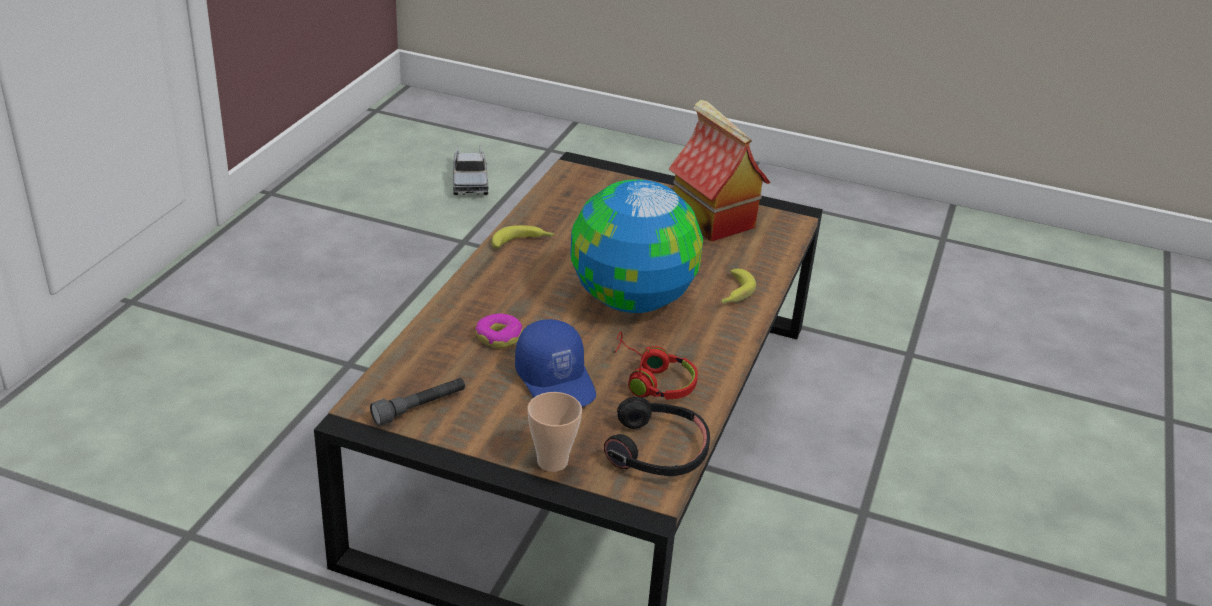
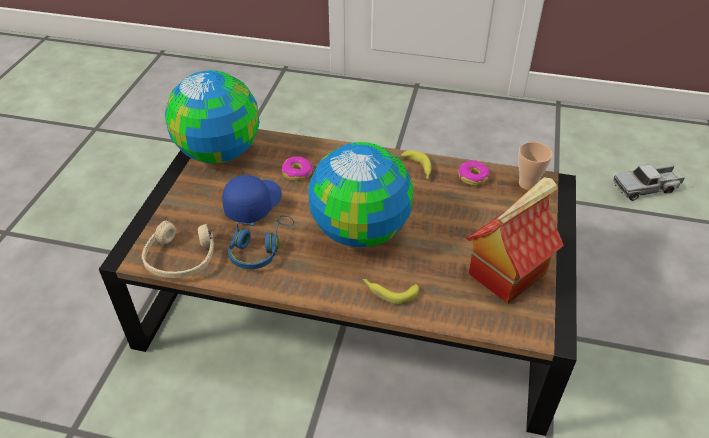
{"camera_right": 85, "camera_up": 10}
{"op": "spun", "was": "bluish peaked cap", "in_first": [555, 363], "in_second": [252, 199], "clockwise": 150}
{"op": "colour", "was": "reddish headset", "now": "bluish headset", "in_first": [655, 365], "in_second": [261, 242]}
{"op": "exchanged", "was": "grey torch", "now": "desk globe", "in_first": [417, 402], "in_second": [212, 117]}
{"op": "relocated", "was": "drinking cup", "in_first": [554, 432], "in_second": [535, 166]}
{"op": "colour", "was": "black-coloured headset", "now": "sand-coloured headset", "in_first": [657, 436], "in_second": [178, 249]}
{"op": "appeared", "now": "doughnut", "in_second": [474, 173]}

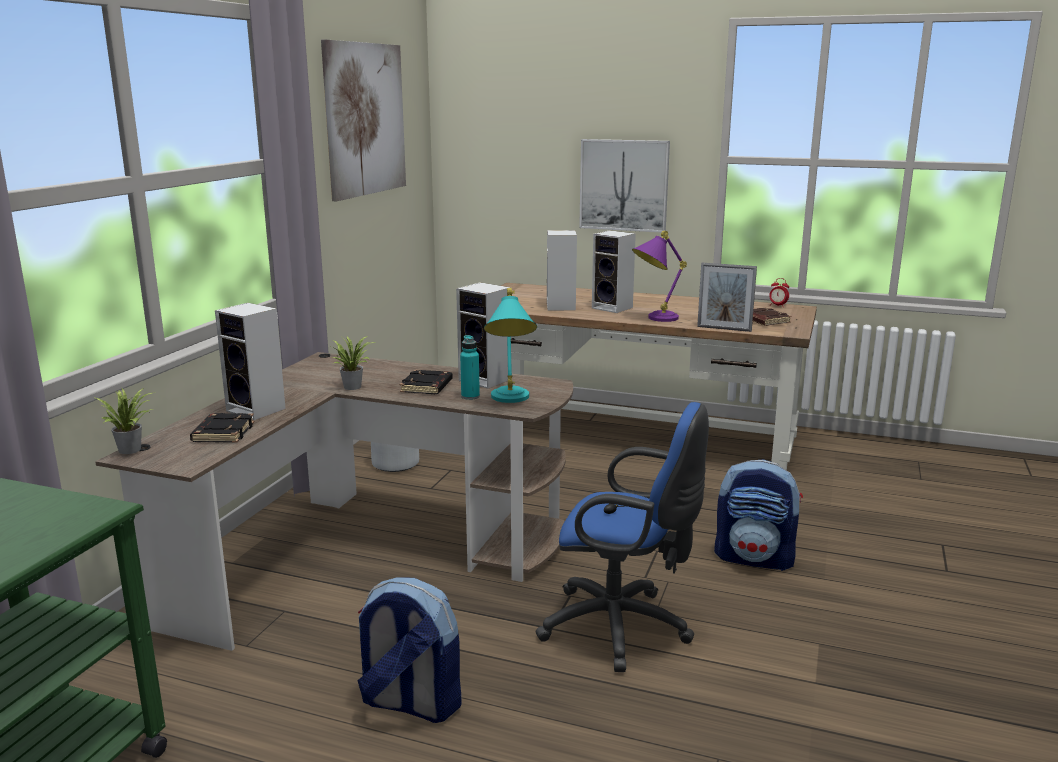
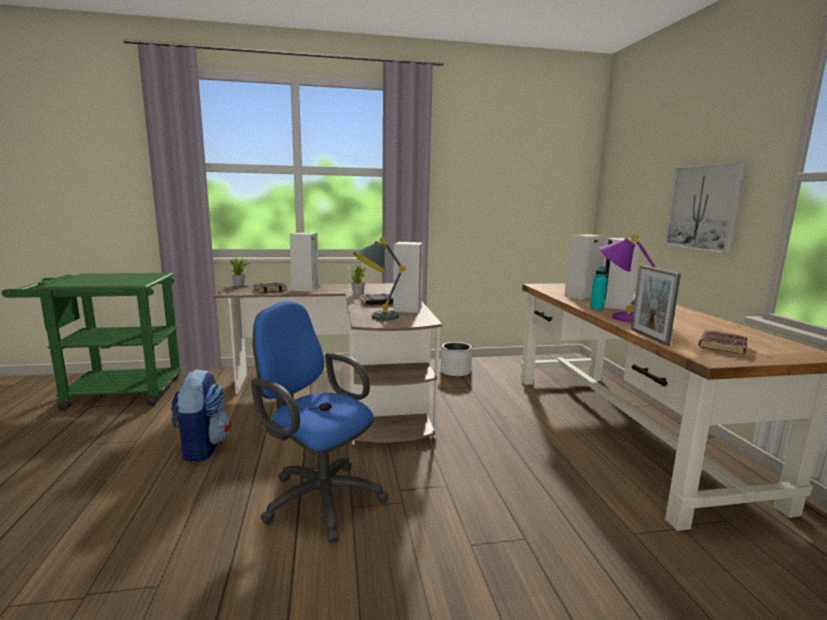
{"camera_right": 60, "camera_up": -5}
{"op": "missing", "was": "picture", "in_first": [363, 120]}
{"op": "missing", "was": "table clock", "in_first": [779, 292]}
{"op": "colour", "was": "turquoise-coloured tabletop lamp", "now": "grey tabletop lamp", "in_first": [510, 345], "in_second": [379, 278]}
{"op": "relocated", "was": "turquoise-coloured drink bottle", "in_first": [470, 367], "in_second": [598, 288]}
{"op": "spun", "was": "bluish desk chair", "in_first": [622, 537], "in_second": [319, 422], "clockwise": 135}
{"op": "missing", "was": "backpack", "in_first": [758, 515]}

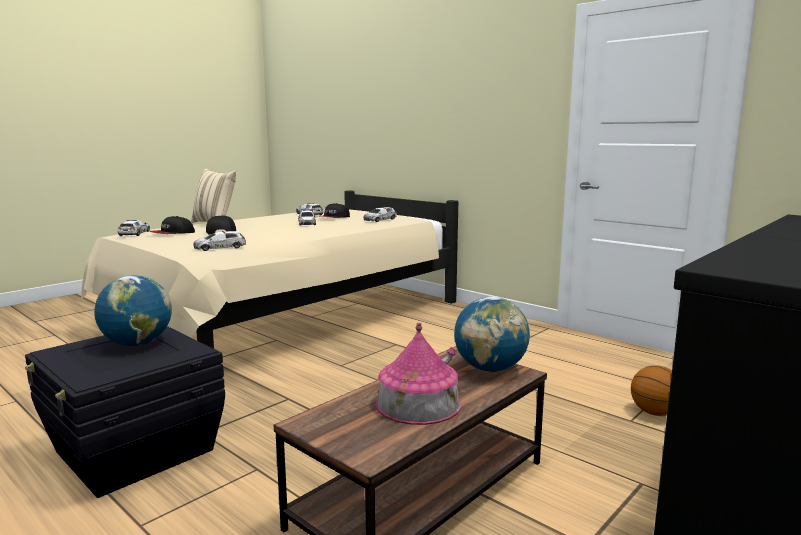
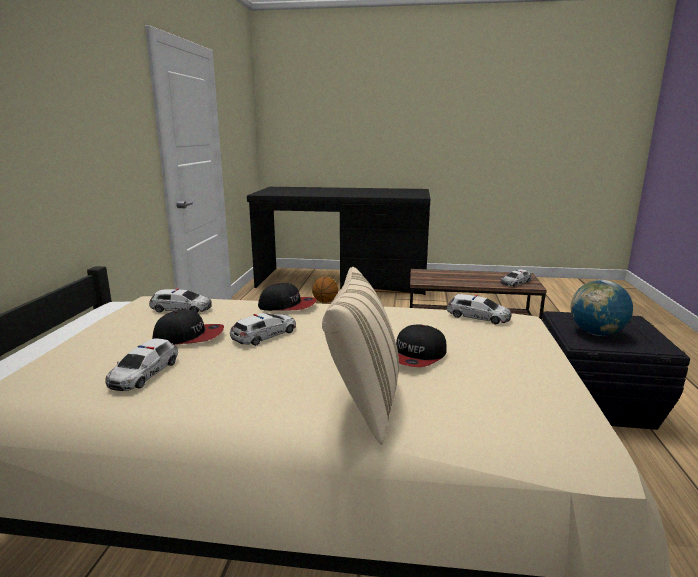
{"camera_right": -125, "camera_up": 5}
{"op": "relocated", "was": "peaked cap", "in_first": [172, 225], "in_second": [287, 297]}
{"op": "relocated", "was": "miniature car", "in_first": [134, 228], "in_second": [516, 278]}
{"op": "missing", "was": "desk globe", "in_first": [492, 334]}
{"op": "missing", "was": "toy house", "in_first": [418, 374]}

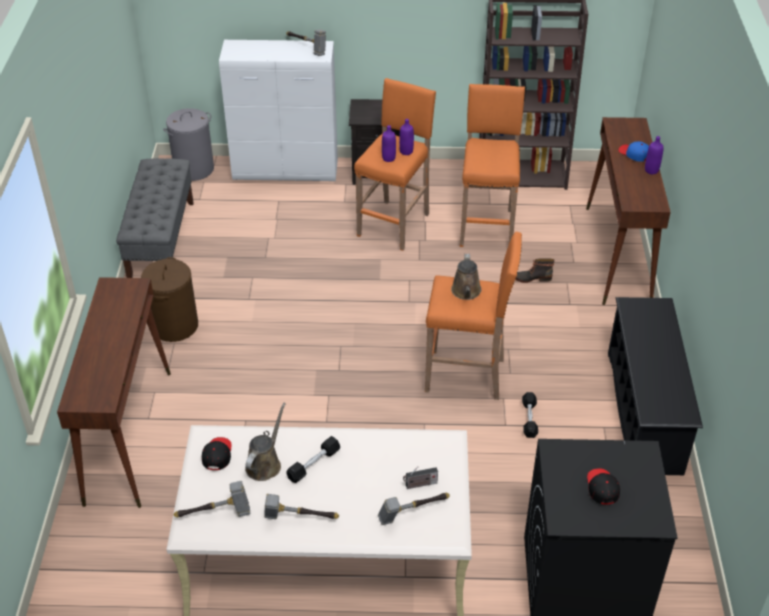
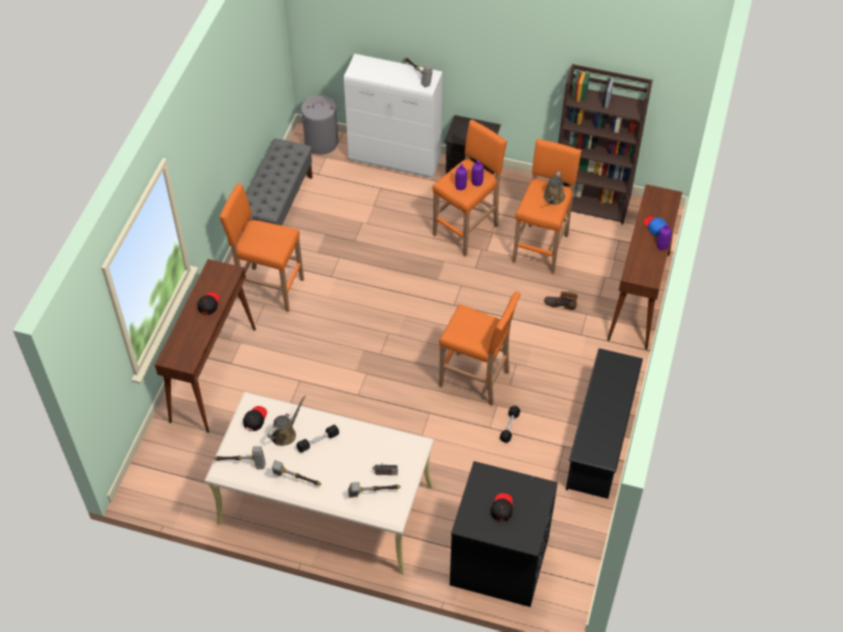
{"camera_right": 15, "camera_up": 10}
{"op": "relocated", "was": "brown-coloured watering can", "in_first": [466, 277], "in_second": [554, 188]}
{"op": "exchanged", "was": "brown-coloured laundry basket", "now": "orange-coloured sitting stool", "in_first": [169, 299], "in_second": [261, 247]}
{"op": "appeared", "now": "black-coloured peaked cap", "in_second": [208, 303]}

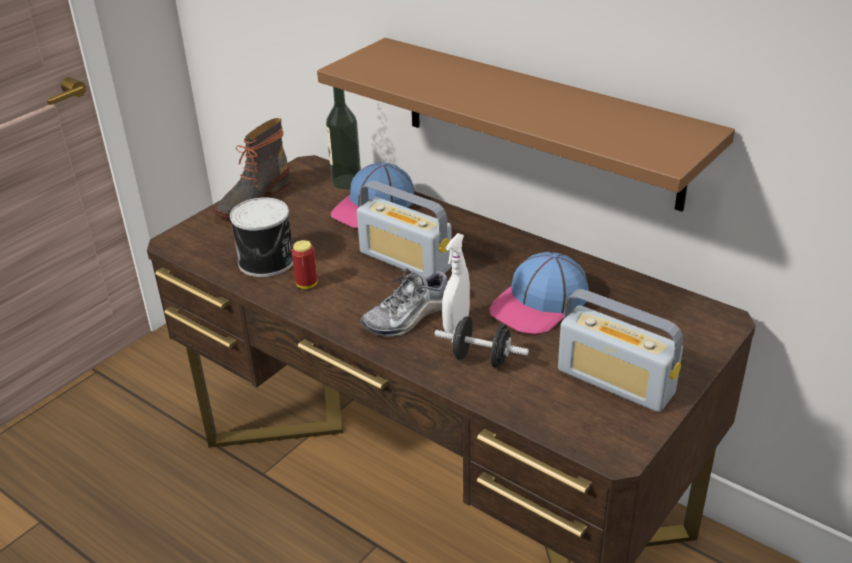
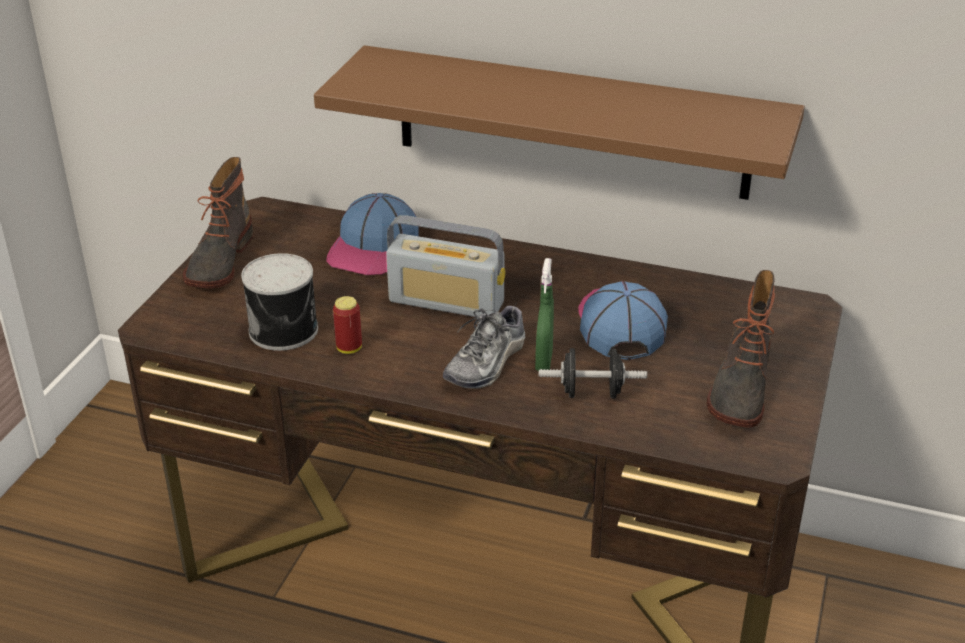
{"camera_right": -20, "camera_up": 0}
{"op": "missing", "was": "drink bottle", "in_first": [343, 138]}
{"op": "colour", "was": "whitish spray bottle", "now": "green-coloured spray bottle", "in_first": [456, 283], "in_second": [544, 314]}
{"op": "spun", "was": "peaked cap", "in_first": [539, 293], "in_second": [623, 320], "clockwise": 150}
{"op": "exchanged", "was": "radio receiver", "now": "boot", "in_first": [620, 350], "in_second": [741, 348]}

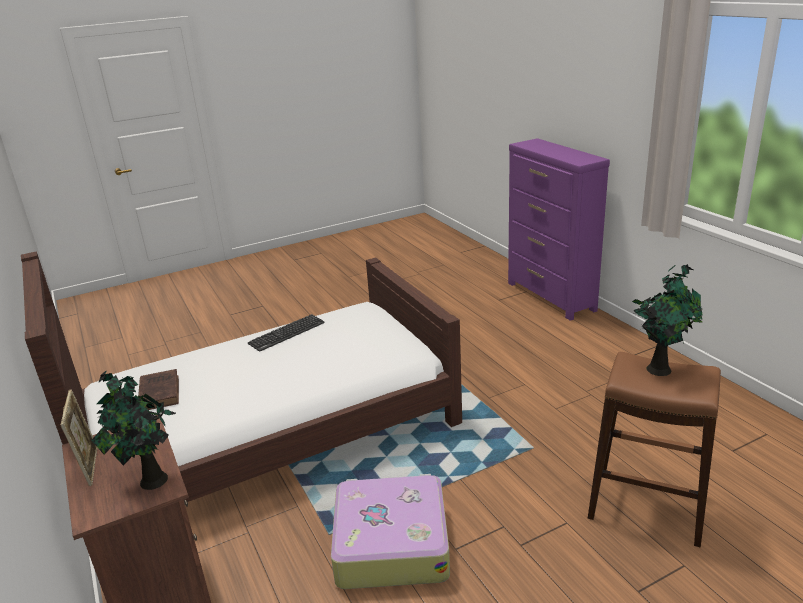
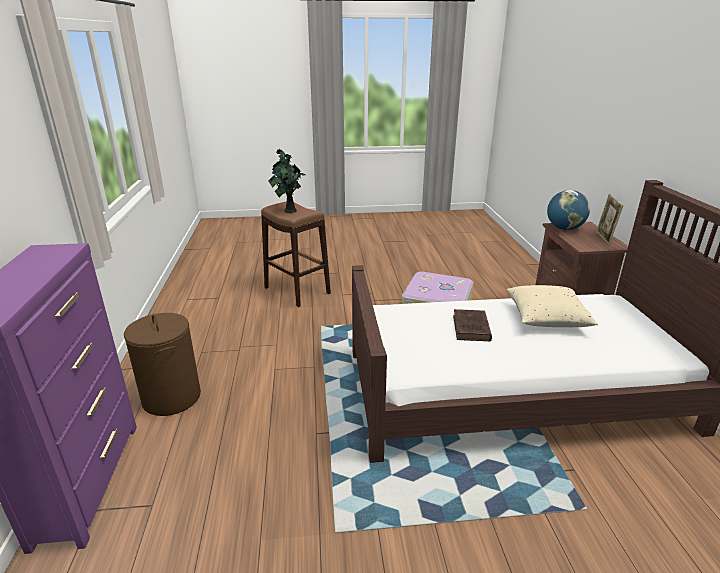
{"camera_right": -160, "camera_up": 0}
{"op": "missing", "was": "keyboard", "in_first": [286, 333]}
{"op": "relocated", "was": "brown-coloured bound book", "in_first": [158, 389], "in_second": [472, 325]}
{"op": "exchanged", "was": "plant in a pot", "now": "desk globe", "in_first": [133, 430], "in_second": [568, 210]}
{"op": "appeared", "now": "sand-coloured pillow", "in_second": [552, 306]}
{"op": "appeared", "now": "brown-coloured laundry basket", "in_second": [162, 364]}

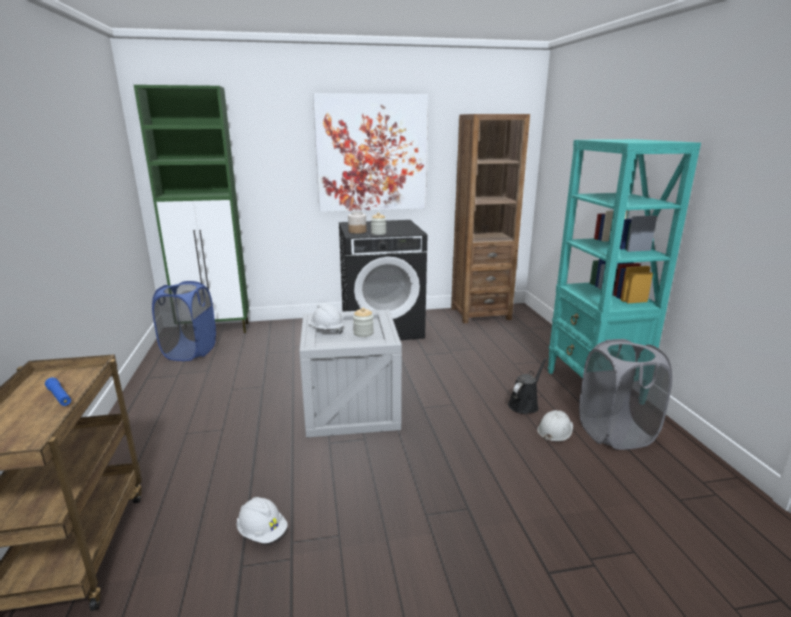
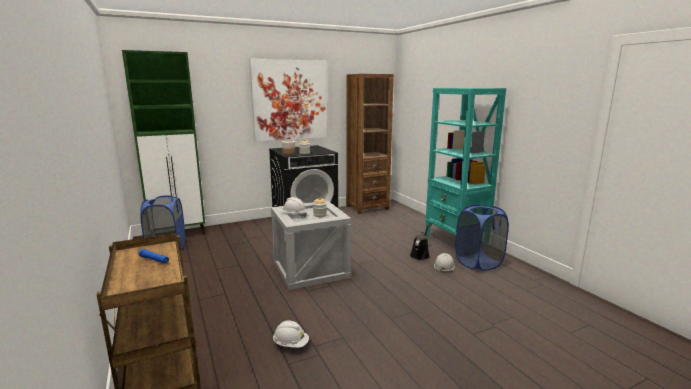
{"camera_right": -15, "camera_up": -5}
{"op": "colour", "was": "grey laundry basket", "now": "bluish laundry basket", "in_first": [626, 394], "in_second": [482, 238]}

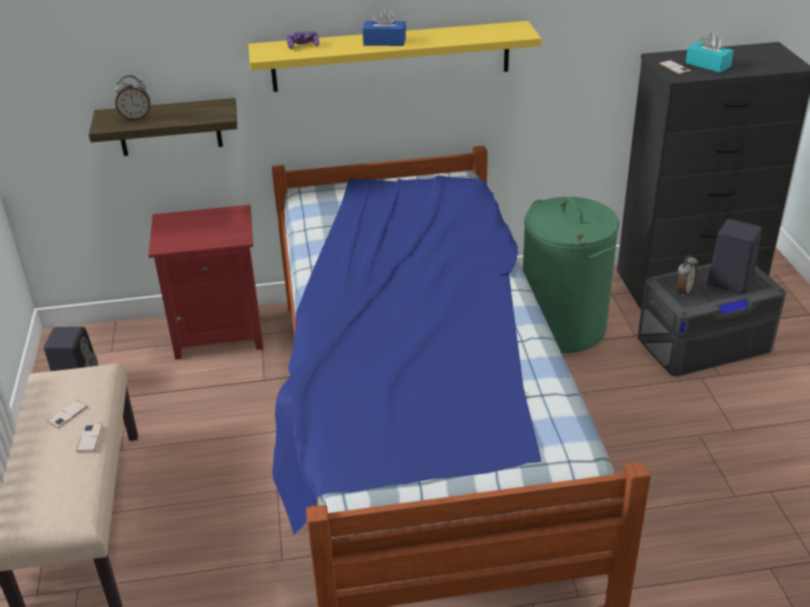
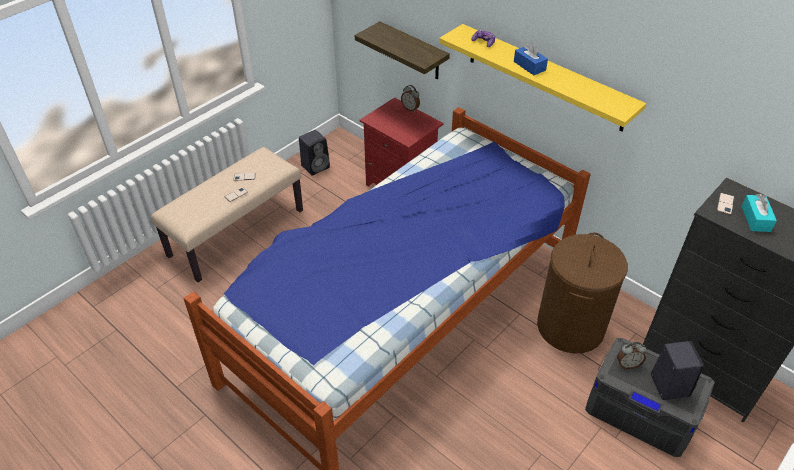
{"camera_right": 50, "camera_up": 10}
{"op": "relocated", "was": "table clock", "in_first": [132, 98], "in_second": [410, 98]}
{"op": "colour", "was": "green-coloured laundry basket", "now": "brown-coloured laundry basket", "in_first": [571, 275], "in_second": [582, 292]}

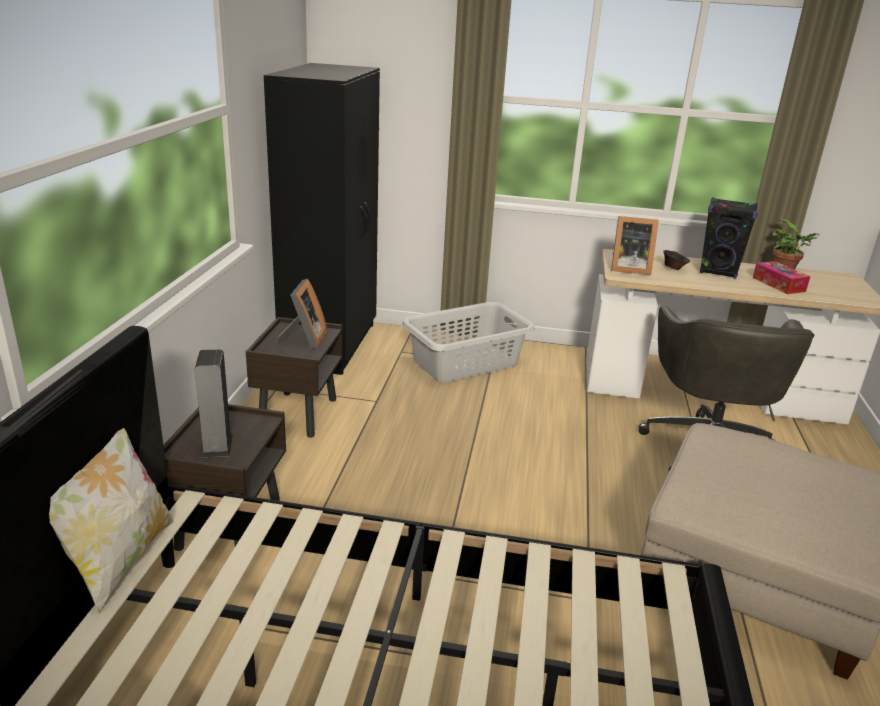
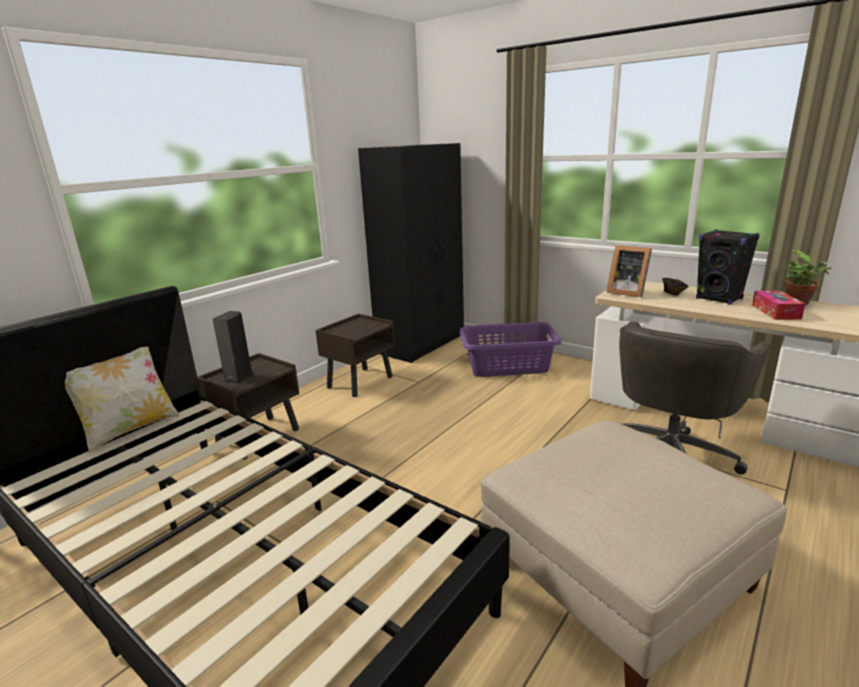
{"camera_right": 30, "camera_up": -5}
{"op": "missing", "was": "standing frame", "in_first": [301, 314]}
{"op": "colour", "was": "grey laundry basket", "now": "purple laundry basket", "in_first": [468, 342], "in_second": [510, 349]}

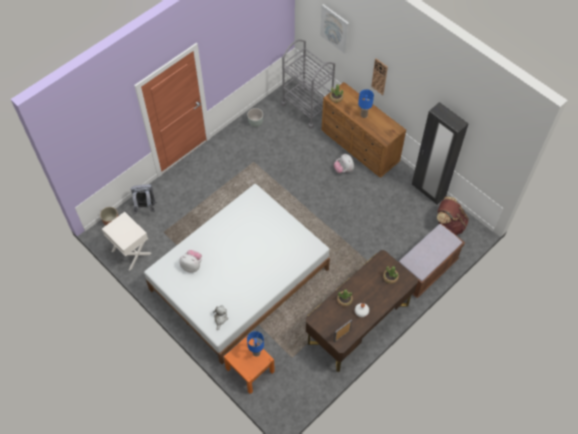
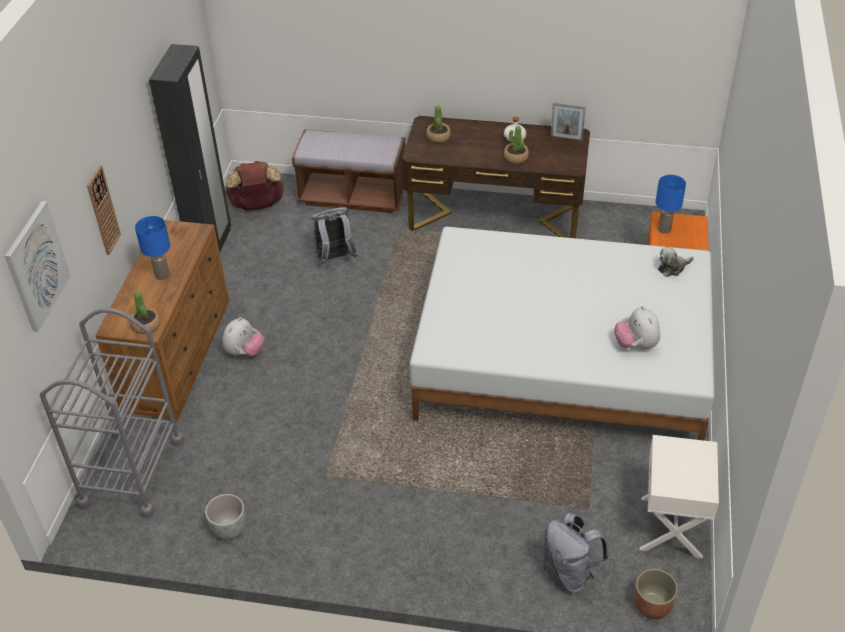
{"camera_right": -125, "camera_up": -15}
{"op": "appeared", "now": "grey backpack", "in_second": [334, 235]}

